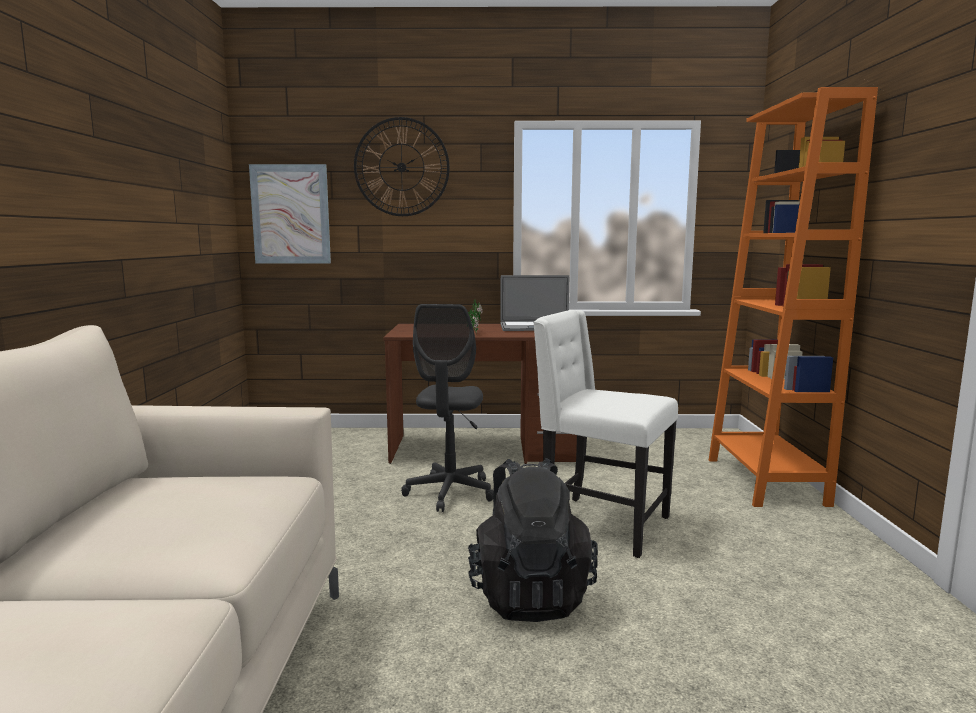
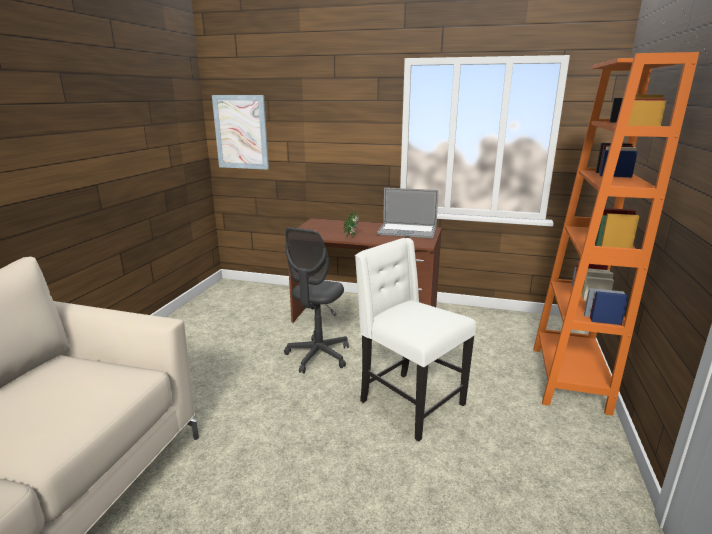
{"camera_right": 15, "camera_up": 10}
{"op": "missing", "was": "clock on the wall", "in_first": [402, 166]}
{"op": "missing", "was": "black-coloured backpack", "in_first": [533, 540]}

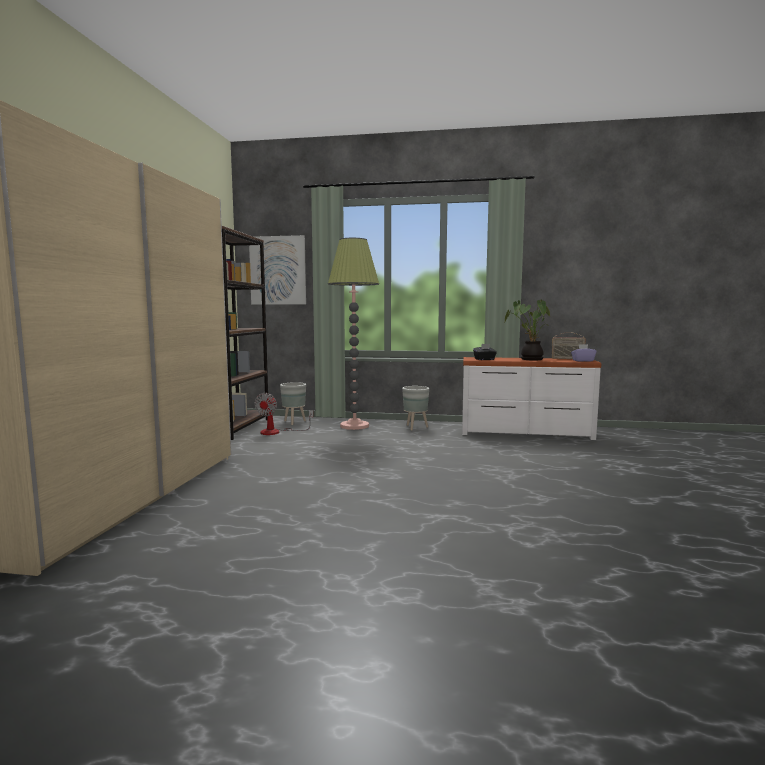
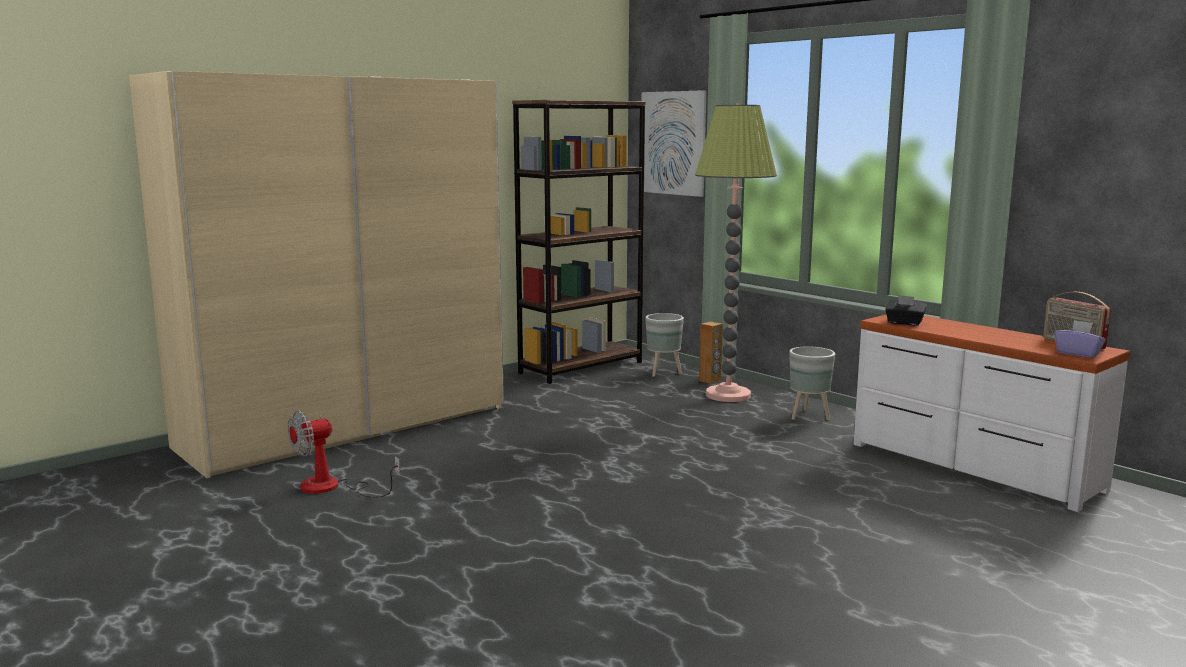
{"camera_right": 40, "camera_up": 5}
{"op": "missing", "was": "plant in a pot", "in_first": [527, 330]}
{"op": "relocated", "was": "fan", "in_first": [283, 414], "in_second": [344, 453]}
{"op": "appeared", "now": "brown-coloured speaker", "in_second": [711, 353]}

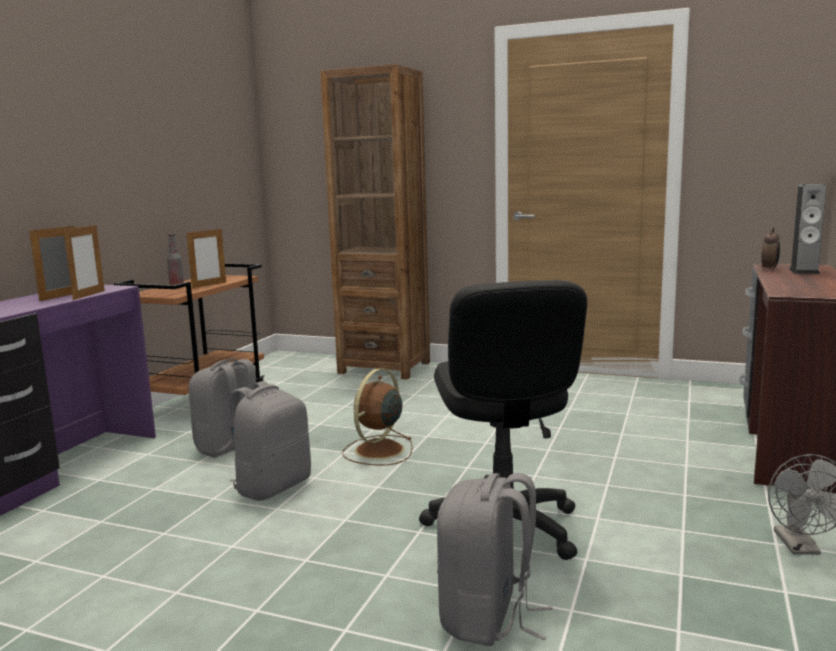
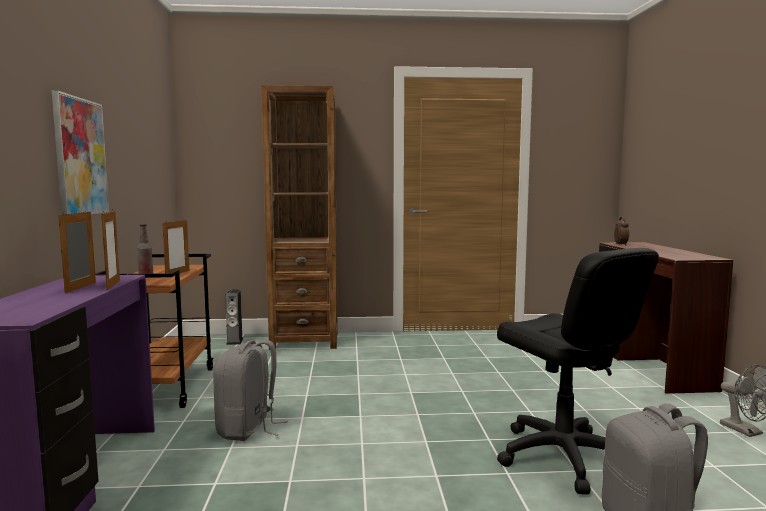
{"camera_right": -25, "camera_up": -5}
{"op": "relocated", "was": "speaker", "in_first": [807, 228], "in_second": [234, 317]}
{"op": "missing", "was": "brown-coloured fan", "in_first": [377, 417]}
{"op": "missing", "was": "grey backpack", "in_first": [270, 441]}
{"op": "appeared", "now": "picture", "in_second": [80, 152]}

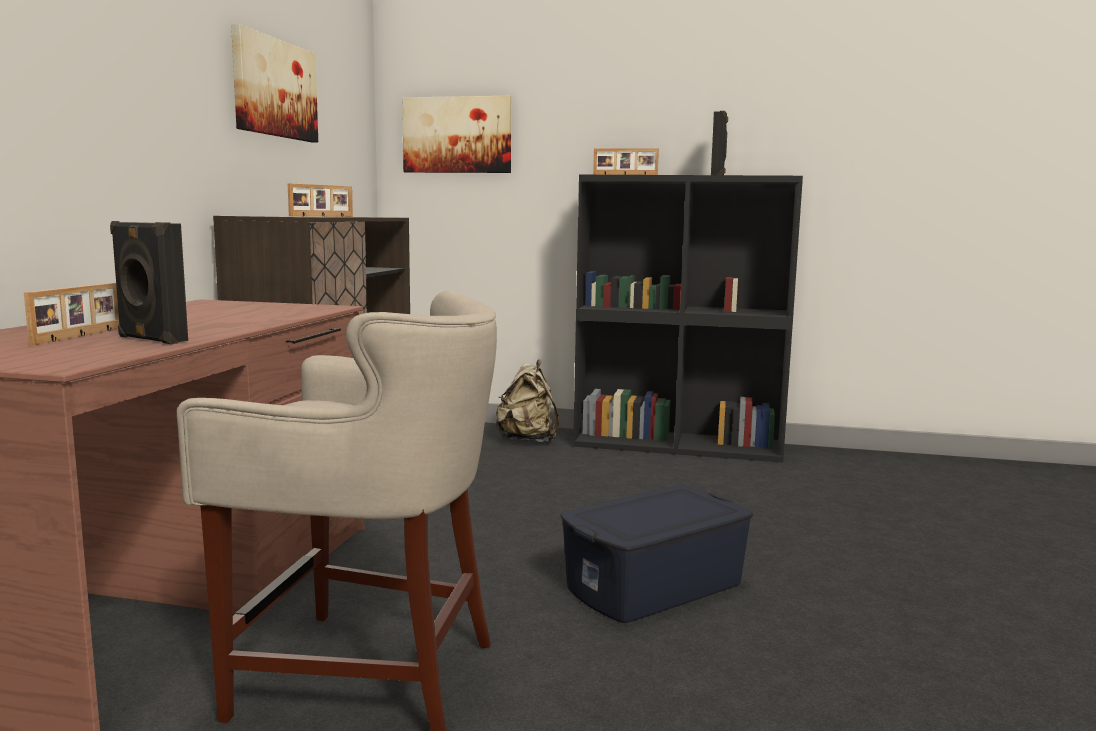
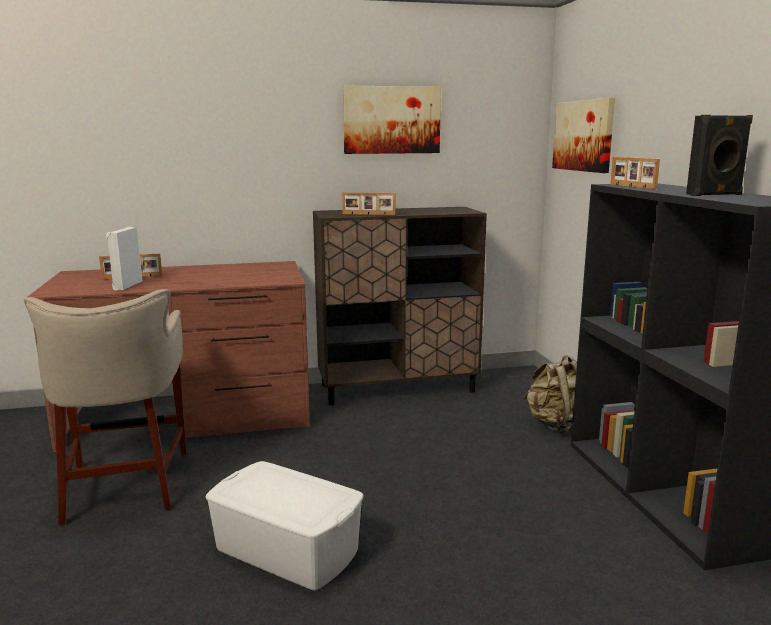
{"camera_right": 65, "camera_up": 5}
{"op": "colour", "was": "black-coloured speaker", "now": "whitish speaker", "in_first": [149, 282], "in_second": [124, 258]}
{"op": "colour", "was": "bluish storage box", "now": "whitish storage box", "in_first": [657, 554], "in_second": [285, 526]}

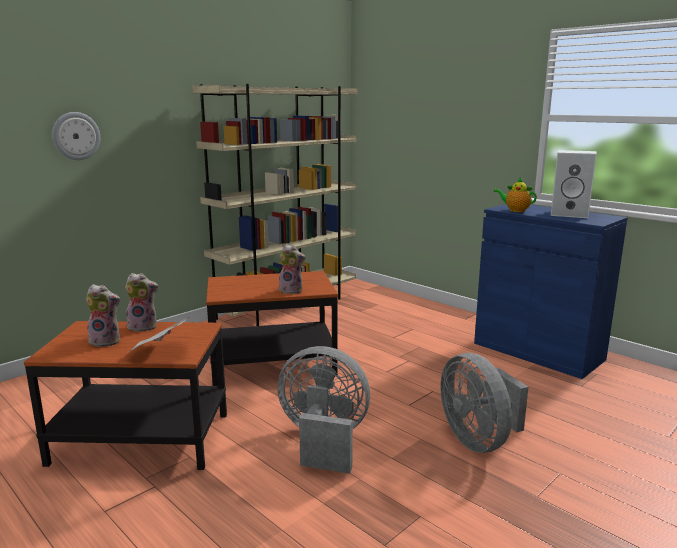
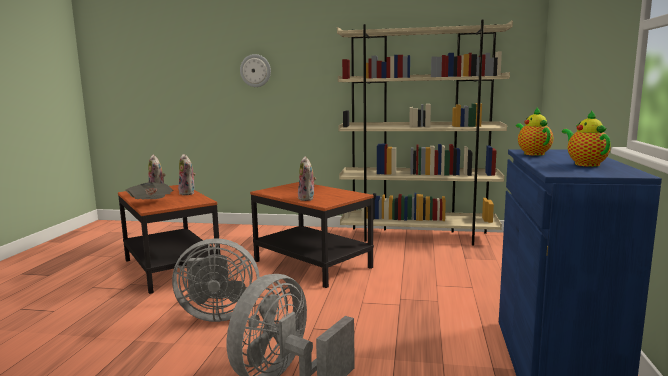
{"camera_right": 55, "camera_up": -5}
{"op": "exchanged", "was": "whitish speaker", "now": "teapot", "in_first": [574, 184], "in_second": [586, 138]}
{"op": "spun", "was": "grey fan", "in_first": [323, 410], "in_second": [216, 280], "clockwise": 105}

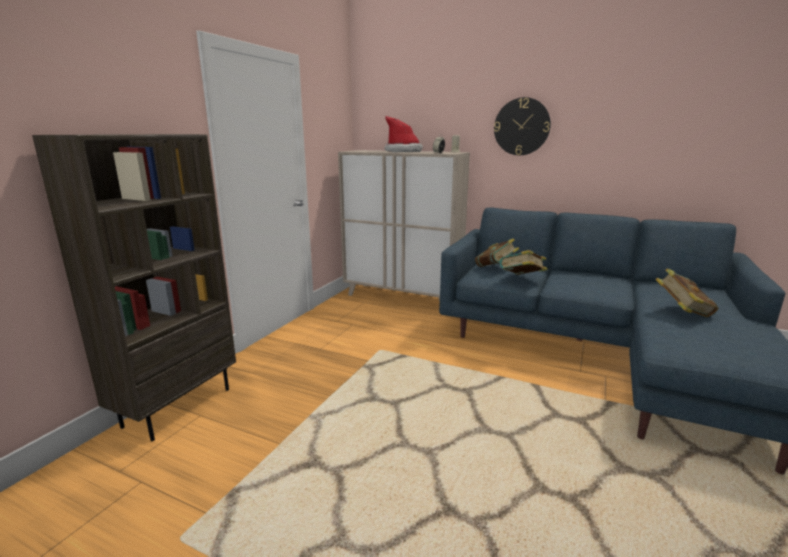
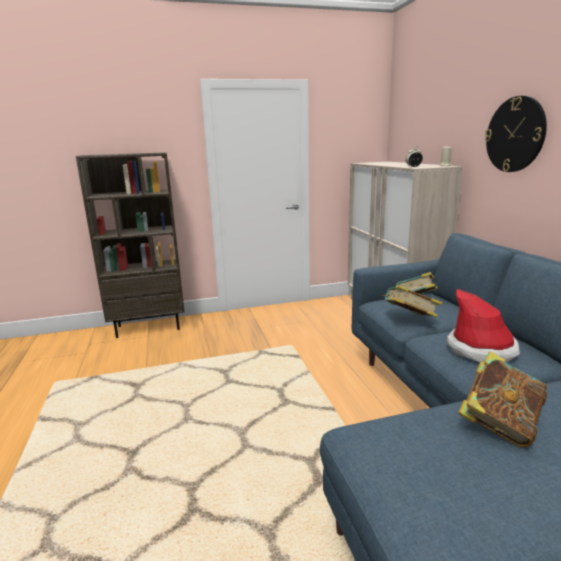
{"camera_right": 50, "camera_up": 0}
{"op": "relocated", "was": "hat", "in_first": [403, 134], "in_second": [483, 326]}

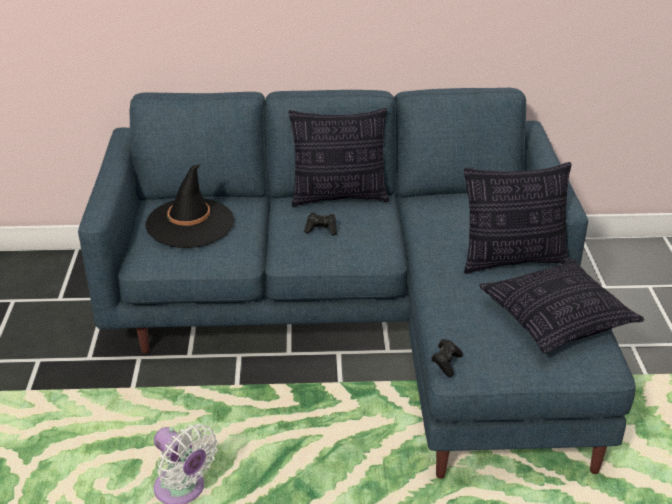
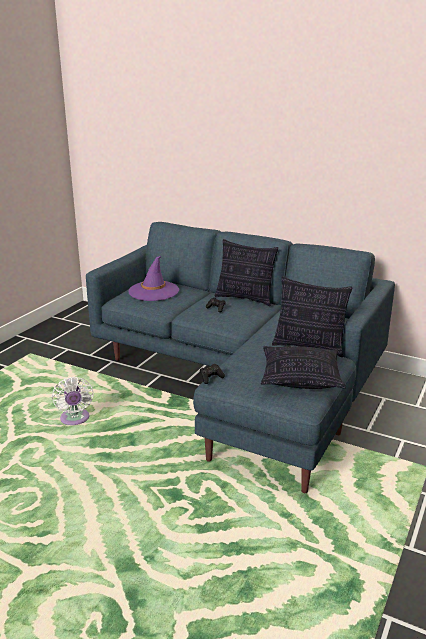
{"camera_right": 30, "camera_up": -10}
{"op": "colour", "was": "black-coloured hat", "now": "purple hat", "in_first": [190, 206], "in_second": [154, 278]}

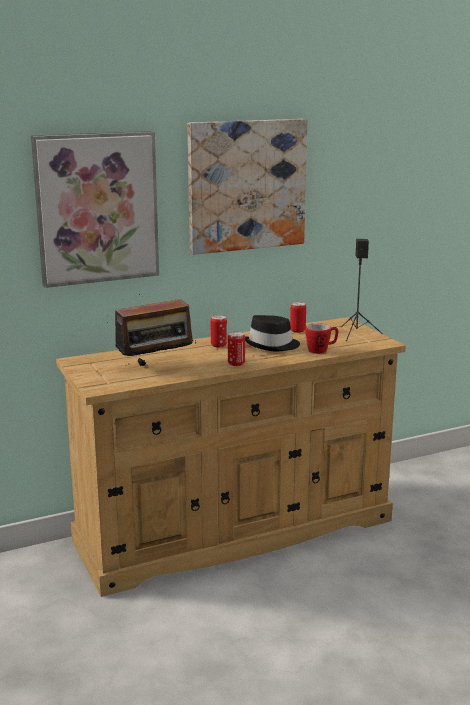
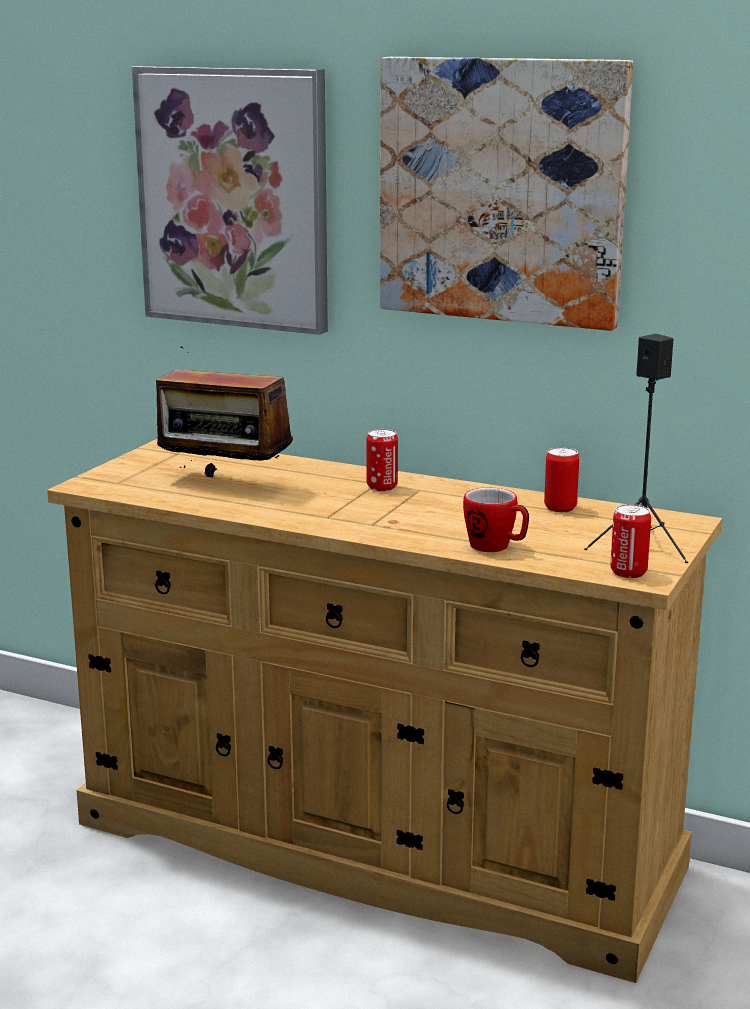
{"camera_right": 50, "camera_up": 0}
{"op": "missing", "was": "black-coloured hat", "in_first": [272, 333]}
{"op": "relocated", "was": "sealed can", "in_first": [236, 348], "in_second": [630, 541]}

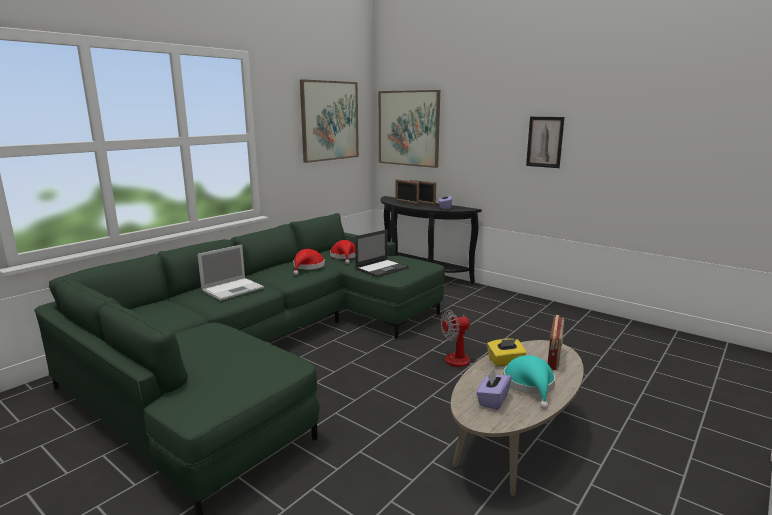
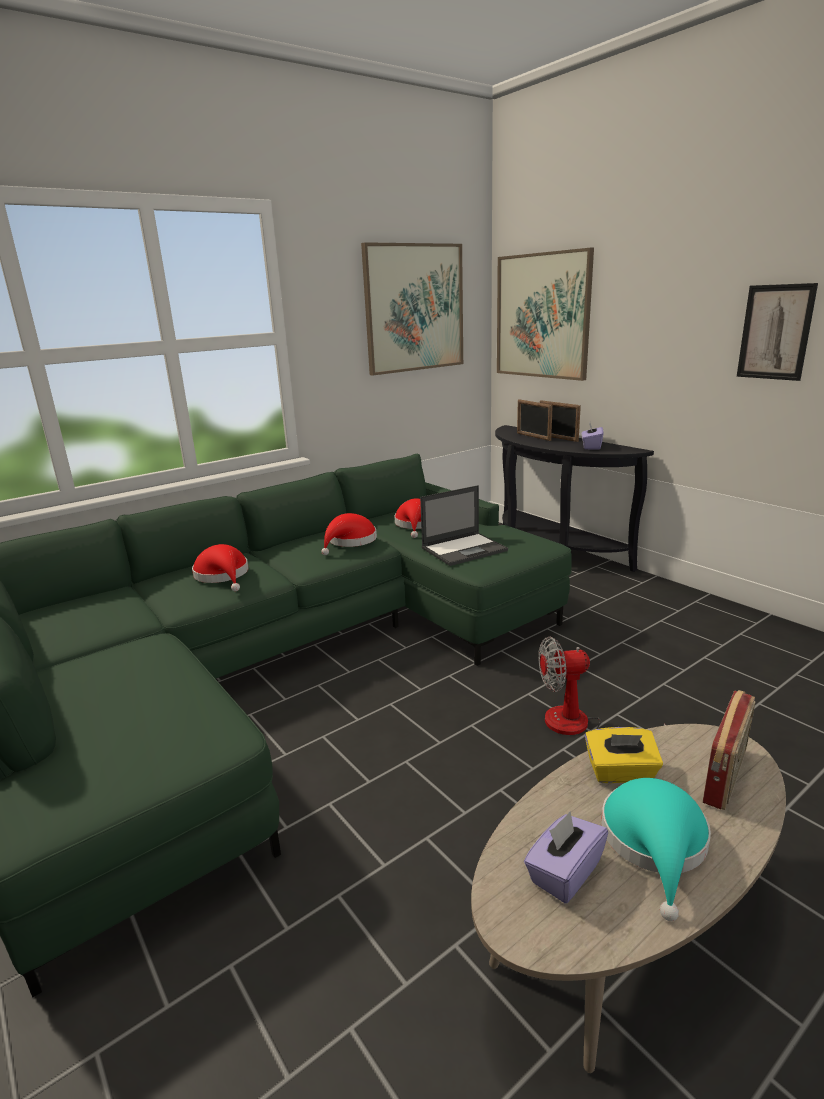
{"camera_right": 15, "camera_up": 5}
{"op": "exchanged", "was": "portable computer", "now": "reddish hat", "in_first": [230, 273], "in_second": [220, 567]}

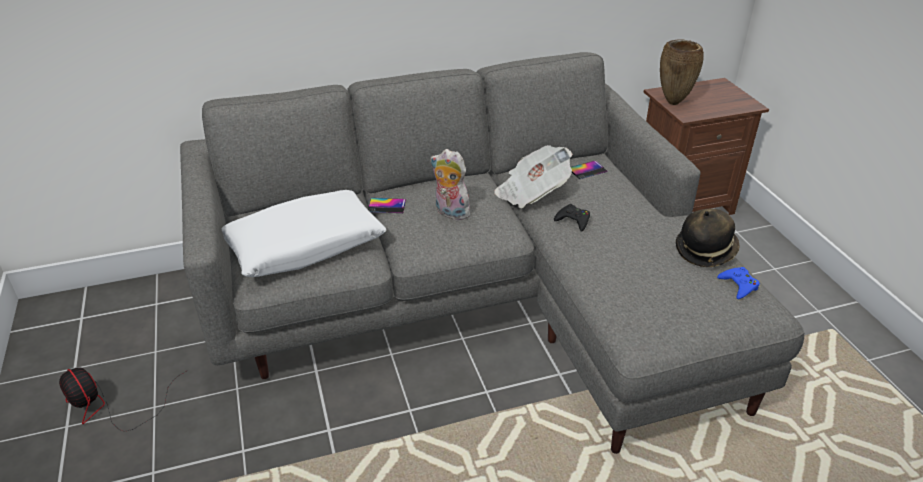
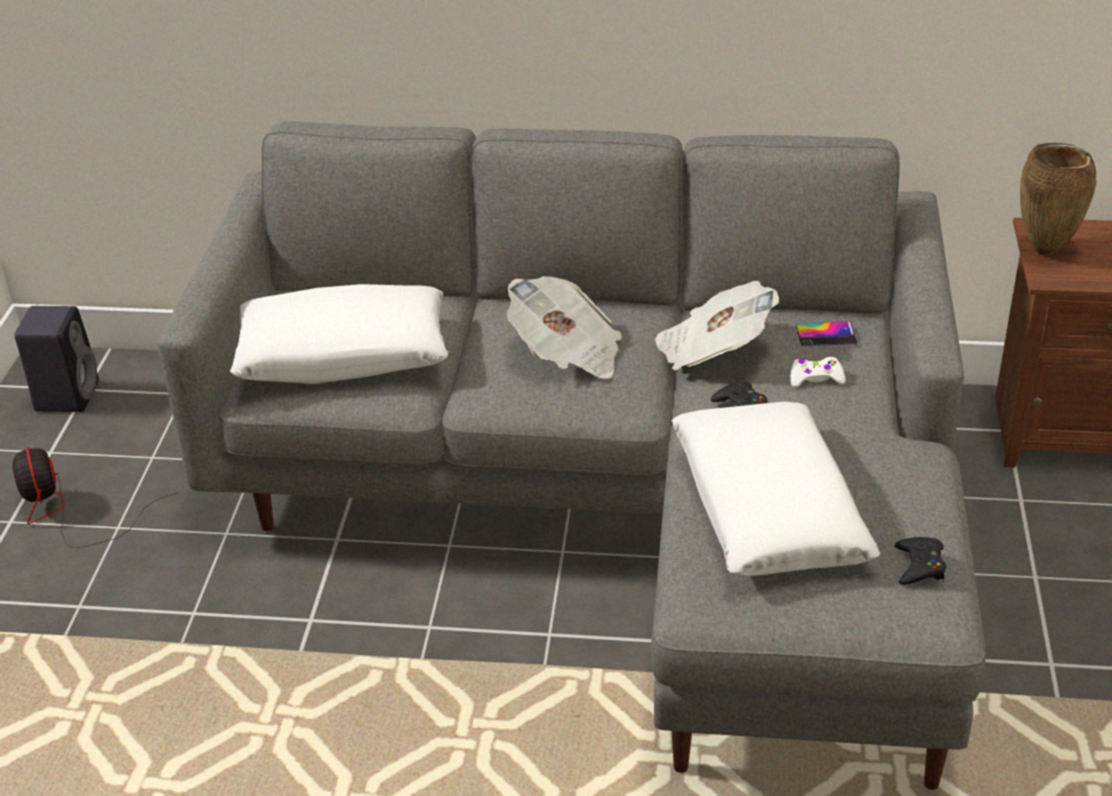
{"camera_right": 25, "camera_up": 0}
{"op": "exchanged", "was": "soft toy", "now": "printed paper", "in_first": [450, 184], "in_second": [564, 327]}
{"op": "missing", "was": "phone", "in_first": [387, 205]}
{"op": "missing", "was": "hat", "in_first": [707, 237]}
{"op": "colour", "was": "bluish gamepad", "now": "black-coloured gamepad", "in_first": [738, 283], "in_second": [920, 561]}
{"op": "appeared", "now": "black-coloured speaker", "in_second": [57, 359]}
{"op": "appeared", "now": "whitish gamepad", "in_second": [818, 372]}
{"op": "appeared", "now": "whitish pillow", "in_second": [776, 489]}

